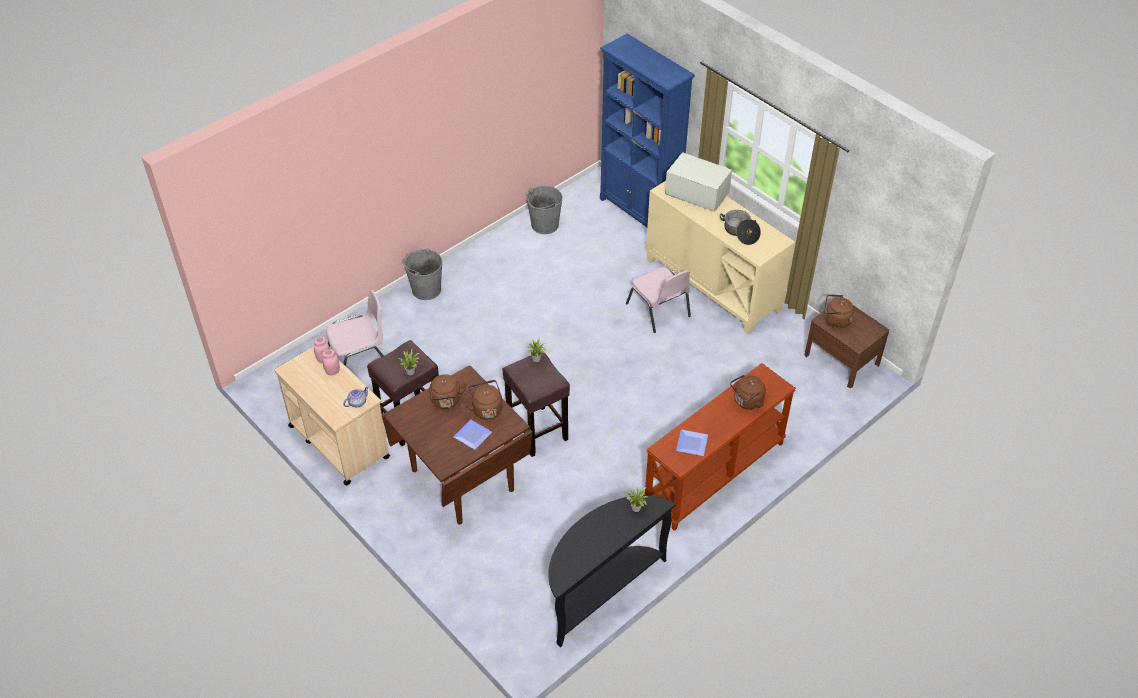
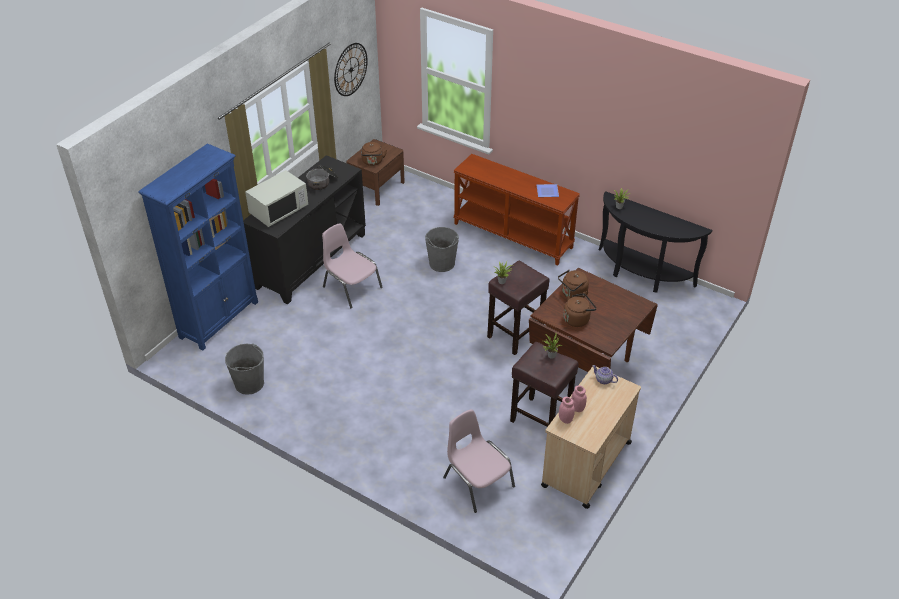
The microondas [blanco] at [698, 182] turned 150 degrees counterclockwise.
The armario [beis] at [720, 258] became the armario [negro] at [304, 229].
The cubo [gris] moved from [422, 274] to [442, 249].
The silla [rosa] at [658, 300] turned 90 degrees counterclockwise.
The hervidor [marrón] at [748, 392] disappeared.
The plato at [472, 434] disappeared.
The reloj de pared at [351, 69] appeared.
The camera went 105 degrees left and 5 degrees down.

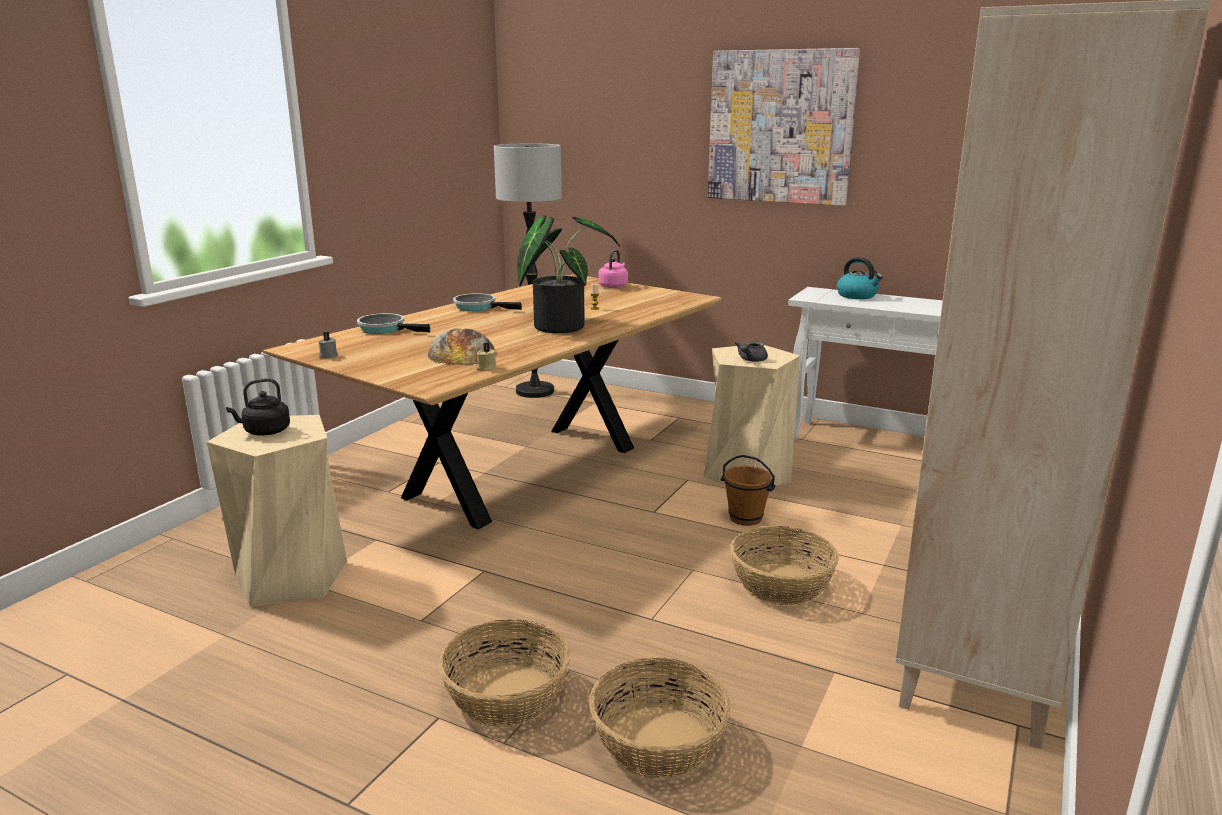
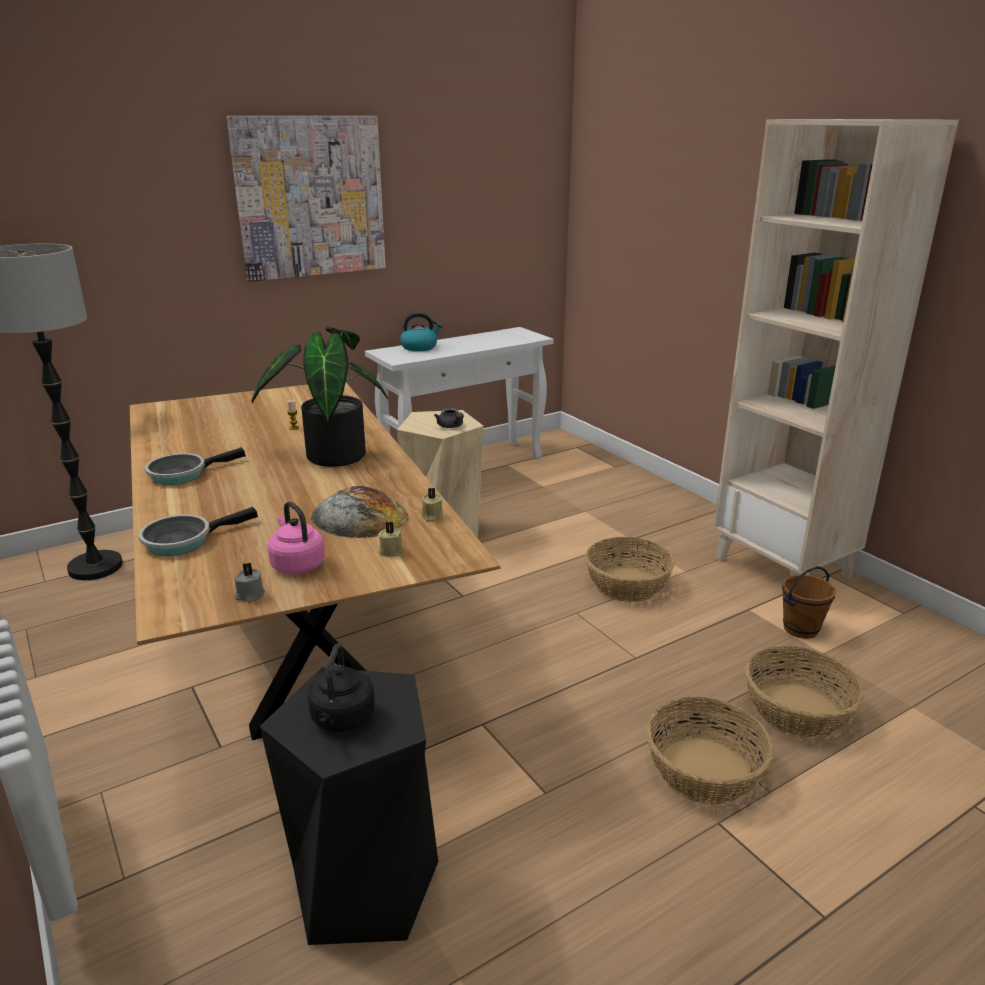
The hervidor [rosa] moved from [613, 269] to [296, 537].
The taburete [beis] at [277, 511] became the taburete [negro] at [349, 806].
The cubo [marrón] moved from [748, 490] to [809, 602].
The vela [beis] at [391, 539] appeared.
The camera went 60 degrees left and 5 degrees up.

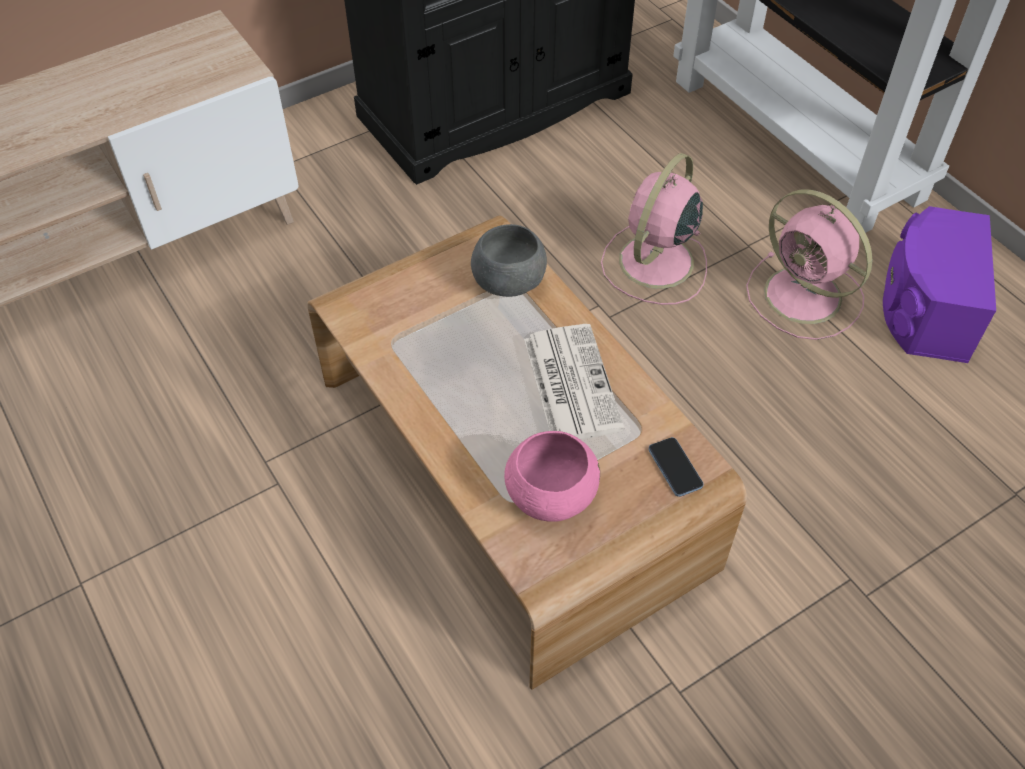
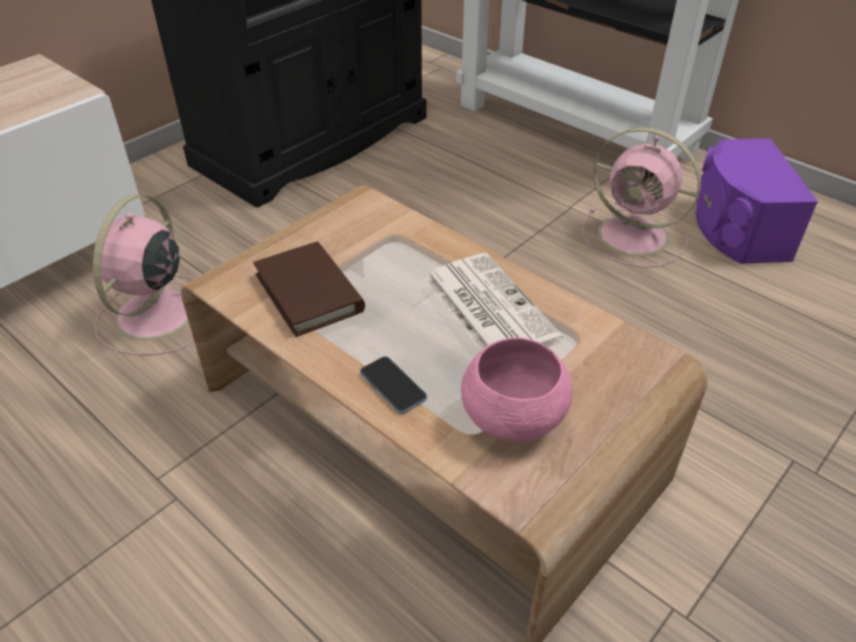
The ventilador [rosa] moved from [654, 229] to [144, 274].
The cuenco [gris] at [509, 260] disappeared.
The móvil moved from [676, 467] to [393, 385].
The libro [marrón] at [309, 289] appeared.
The camera went 15 degrees left and 10 degrees down.

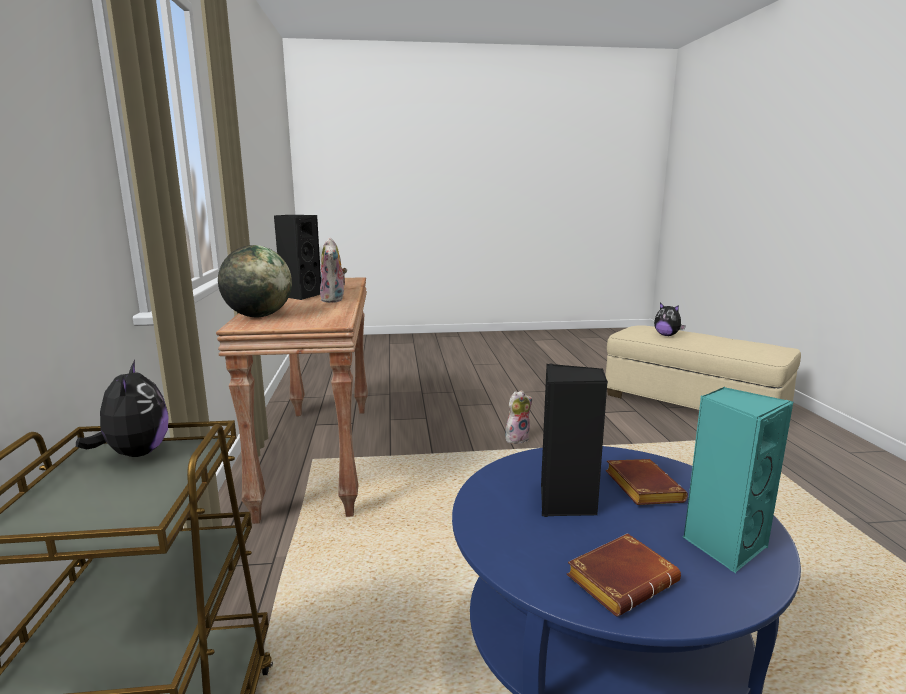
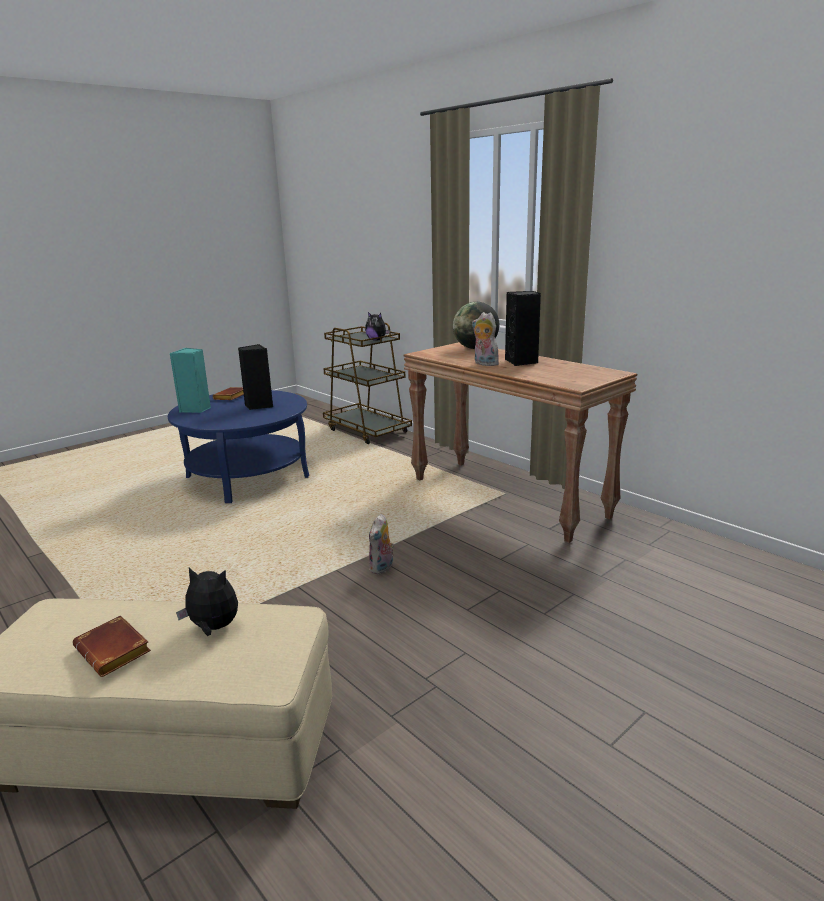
The libro [marrón] moved from [647, 482] to [112, 646].
The camera went 145 degrees right and 5 degrees up.

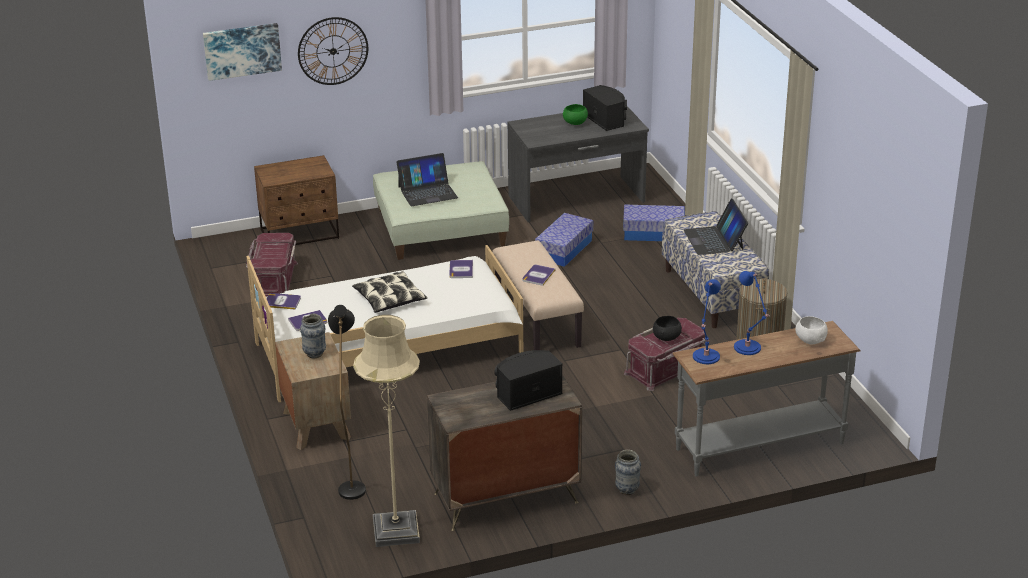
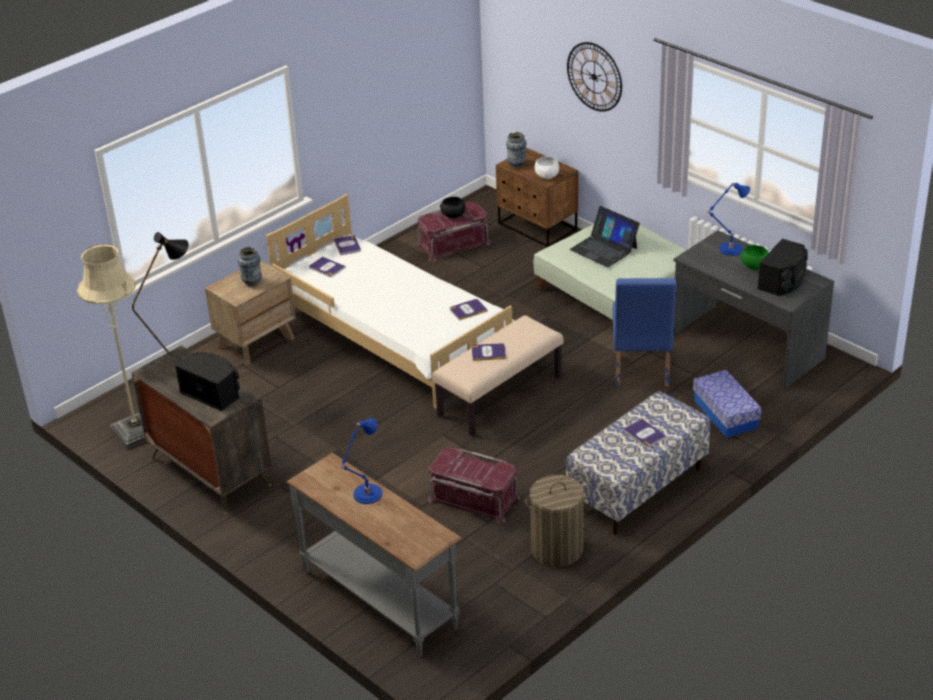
The cuadro at [242, 52] disappeared.
The portátil at [716, 226] was replaced by the libro at [645, 433].
The caja de almacenaje at [564, 240] was replaced by the silla [azul] at [644, 332].
The cojín at [389, 292] disappeared.
The lámpara de mesa [azul] moved from [707, 321] to [729, 219].
The cuenco [negro] moved from [667, 328] to [452, 207].
The cuenco [blanco] moved from [811, 330] to [547, 167].
The florero moved from [628, 472] to [516, 150].
The camera went 65 degrees right and 5 degrees up.

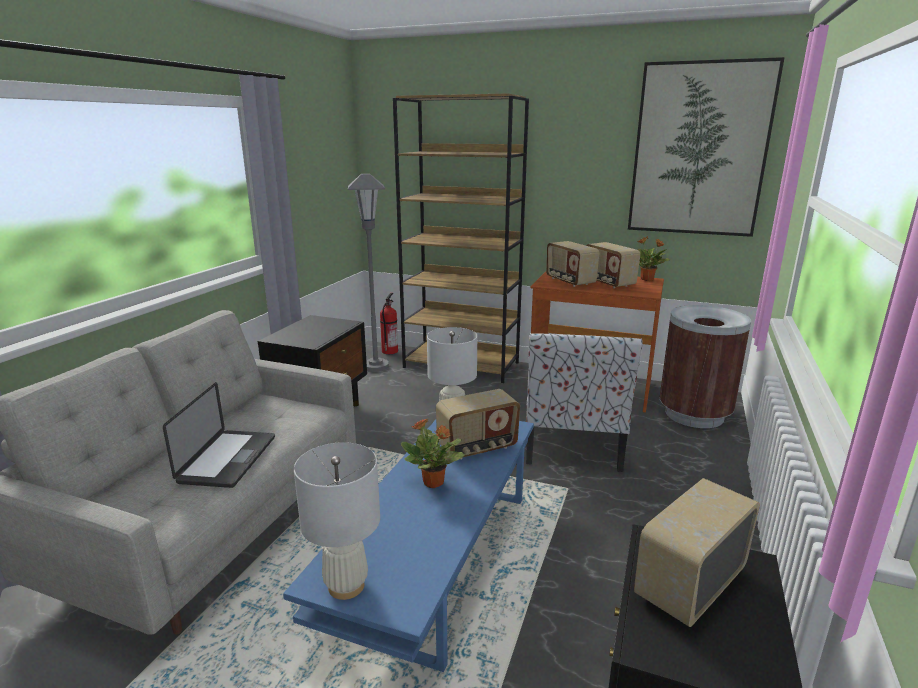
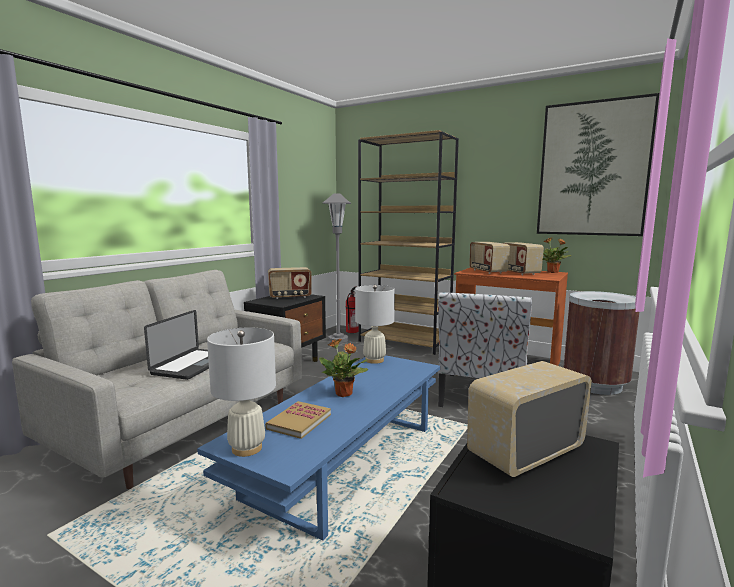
The radio moved from [478, 424] to [290, 283].
The libro at [298, 420] appeared.
The camera went 10 degrees right and 10 degrees down.

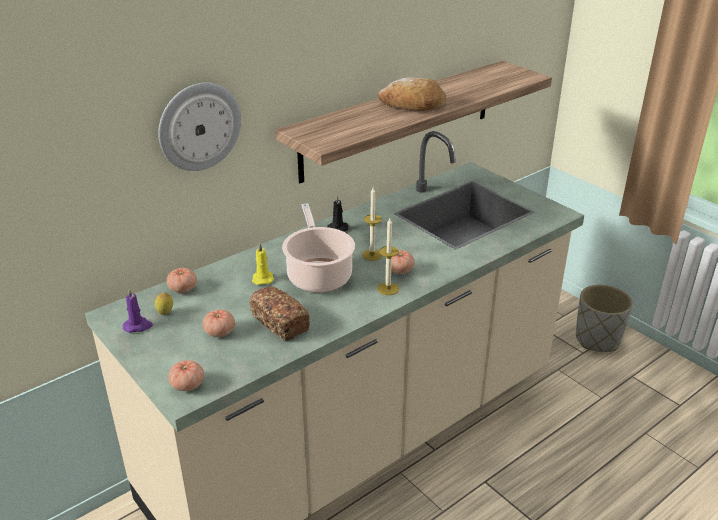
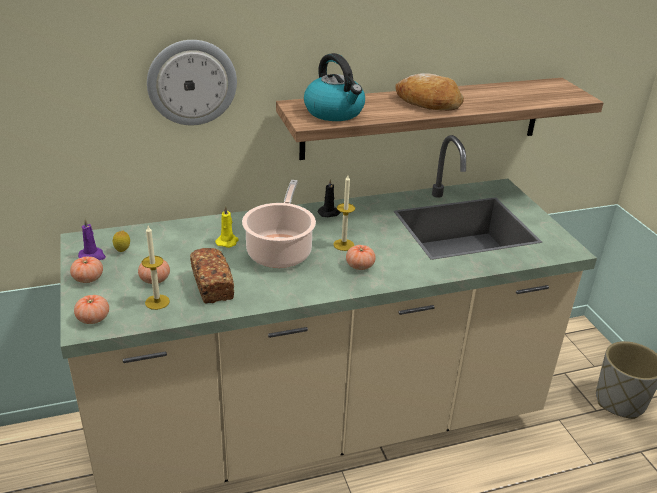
The vela moved from [388, 256] to [156, 268].
The tomate moved from [181, 280] to [86, 269].
The hervidor at [334, 87] appeared.
The camera went 20 degrees right and 0 degrees up.

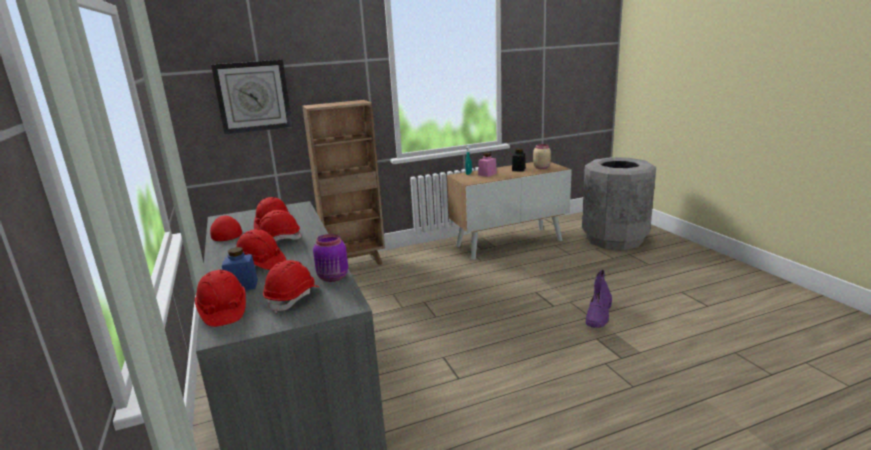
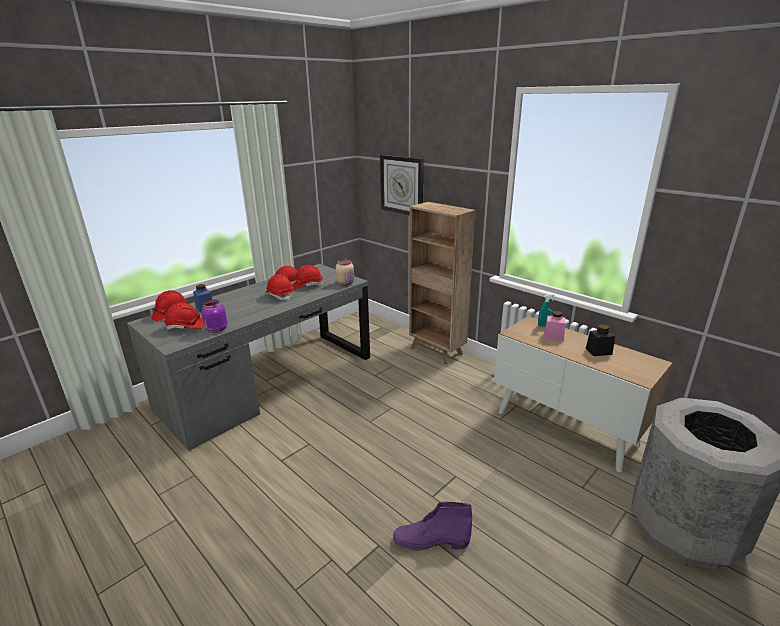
The tarro [beis] moved from [542, 156] to [345, 272].
The casco [rojo] at [261, 249] disappeared.
The camera went 65 degrees right and 5 degrees up.

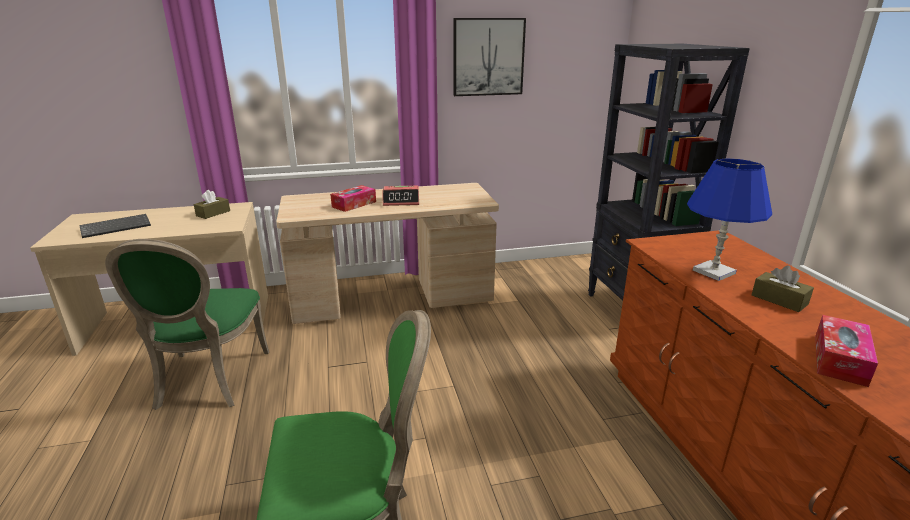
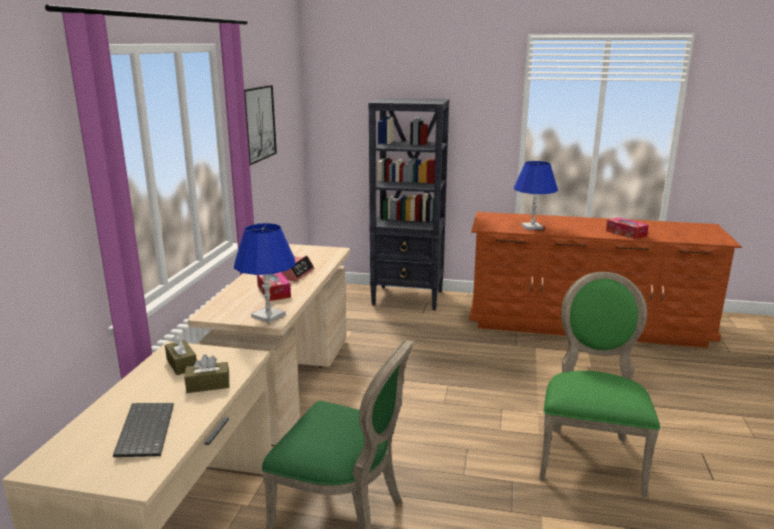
The caja de pañuelos [marrón] moved from [783, 289] to [207, 373].
The lámpara de mesa [azul] at [265, 273] appeared.
The camera went 65 degrees left and 5 degrees down.

